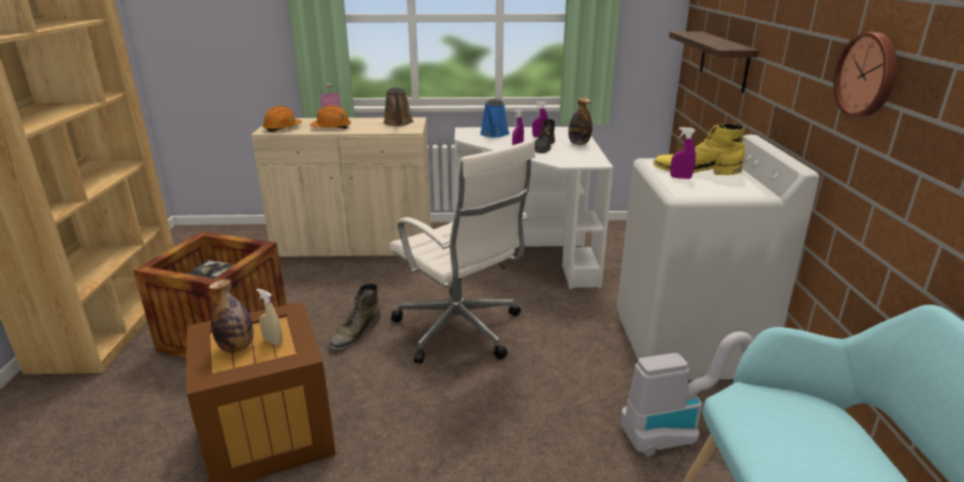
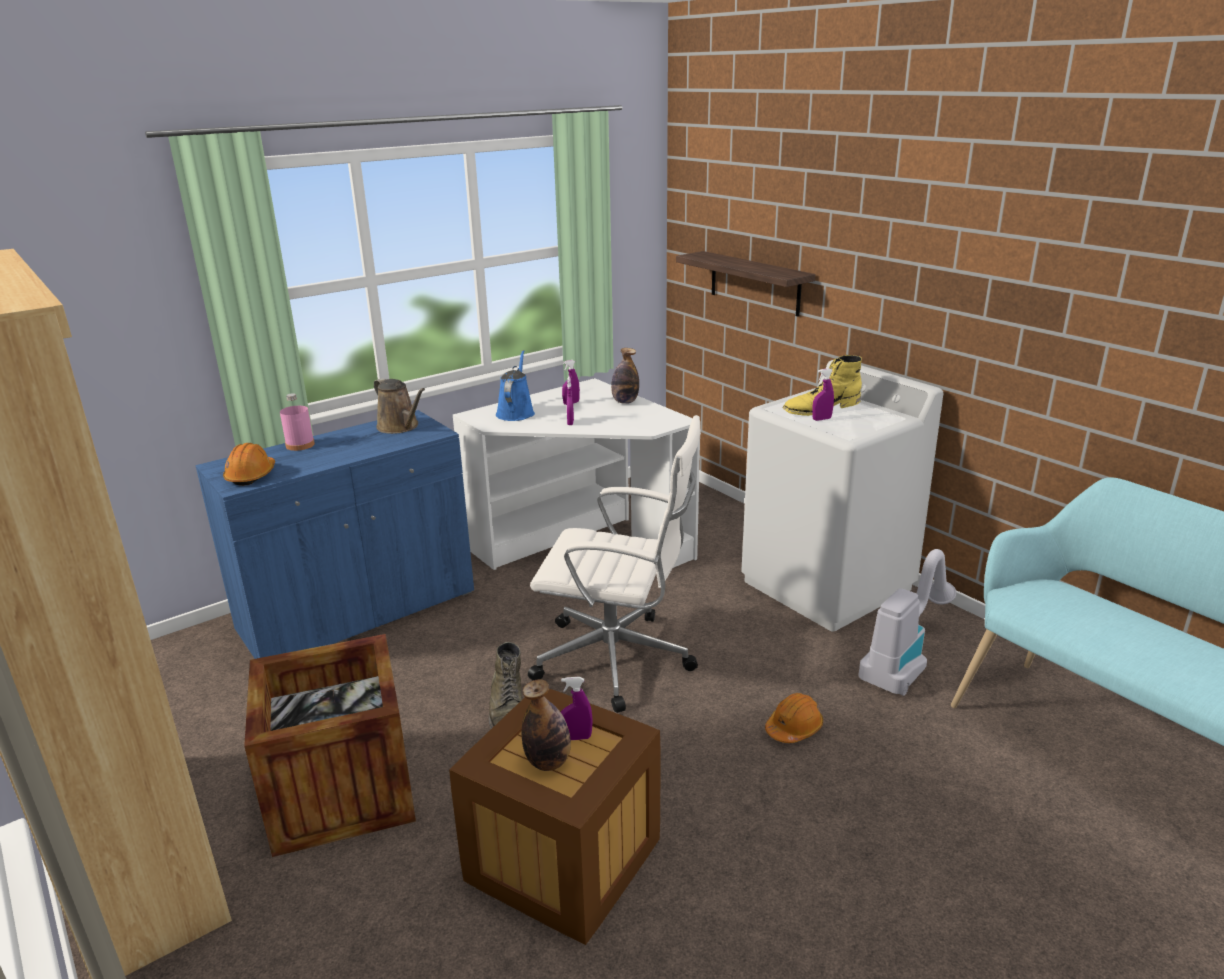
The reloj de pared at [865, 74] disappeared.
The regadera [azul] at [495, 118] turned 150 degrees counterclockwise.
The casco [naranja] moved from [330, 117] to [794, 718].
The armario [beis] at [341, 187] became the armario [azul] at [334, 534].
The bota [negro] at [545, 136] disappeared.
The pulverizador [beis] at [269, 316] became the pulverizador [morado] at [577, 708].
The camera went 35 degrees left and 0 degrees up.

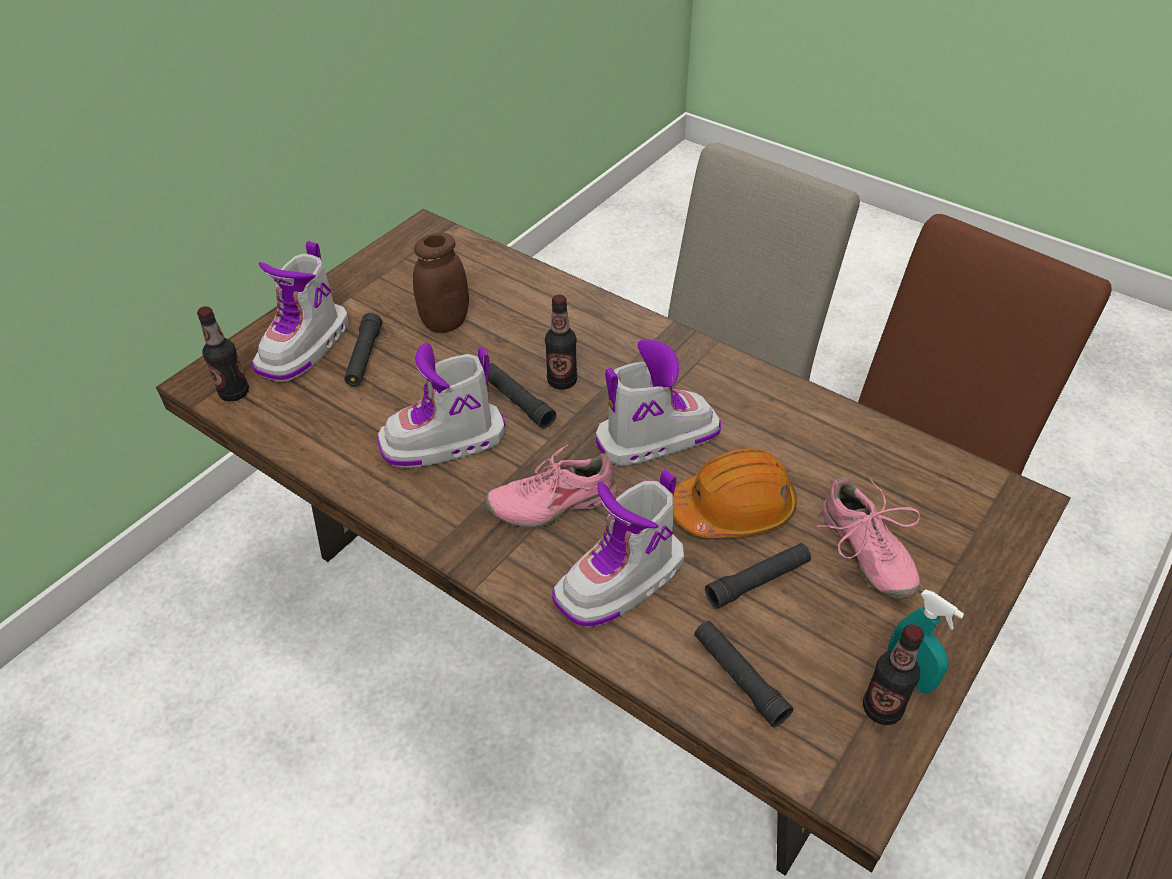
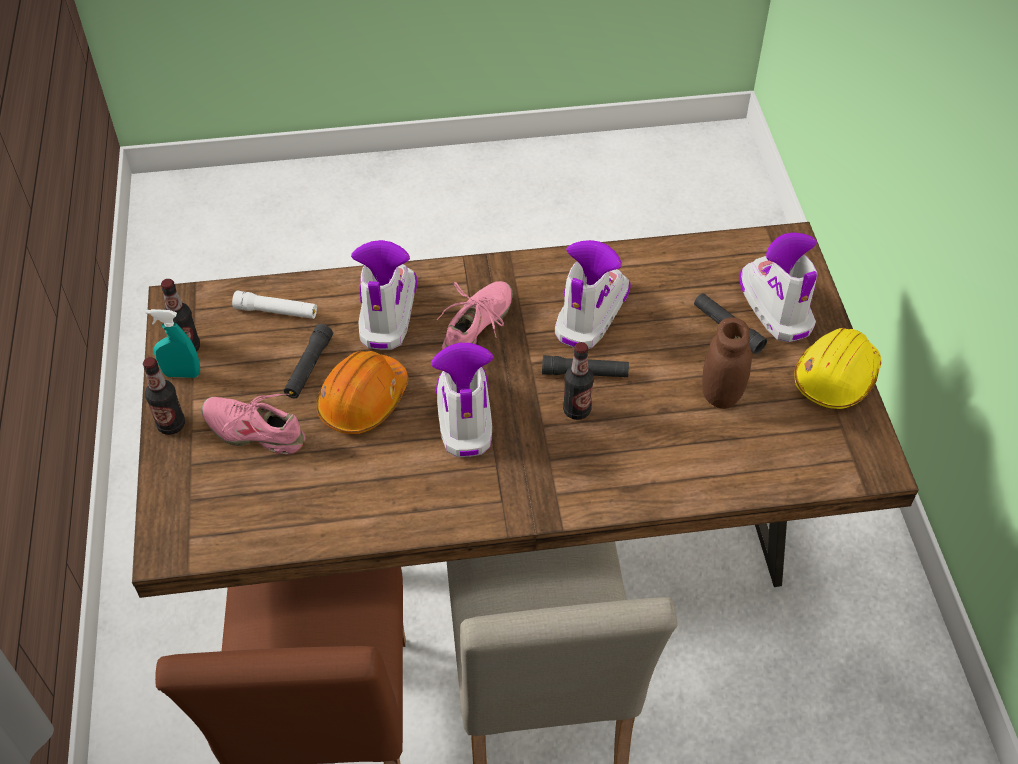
The botella moved from [223, 353] to [164, 396].
The bota at [659, 402] turned 150 degrees clockwise.
The linterna [negro] at [743, 674] became the linterna [blanco] at [274, 304].
The casco [amarillo] at [838, 368] appeared.
The camera went 135 degrees right and 5 degrees up.

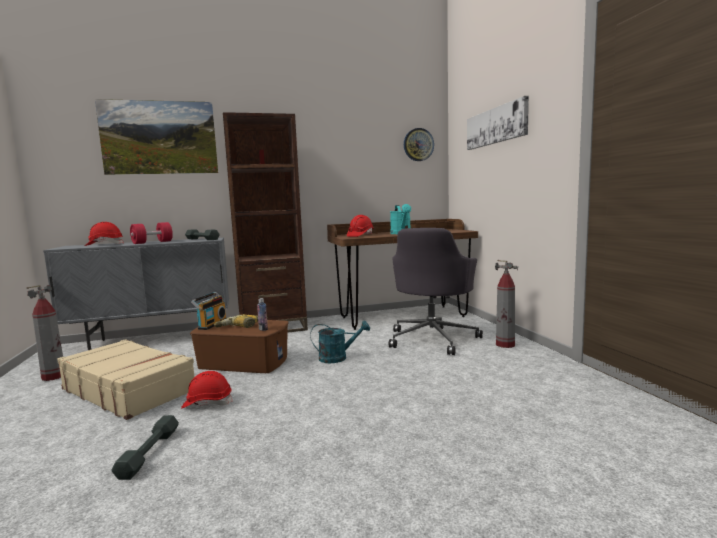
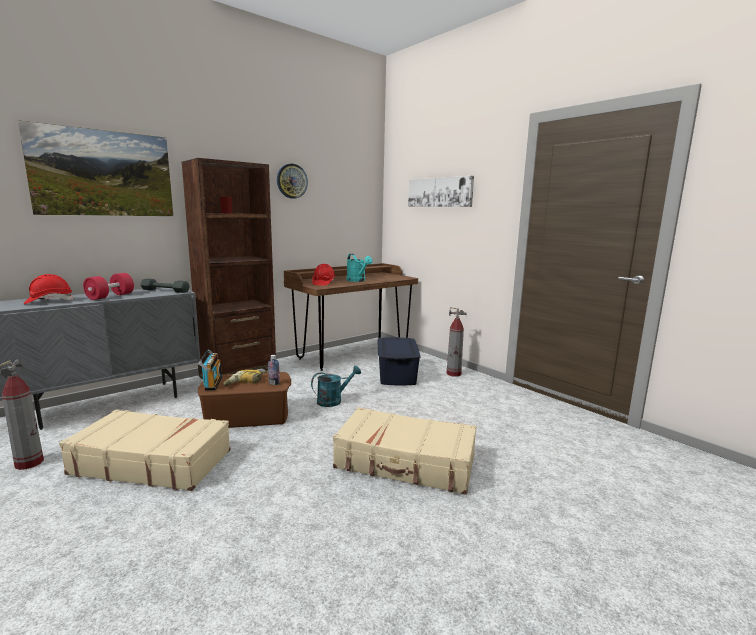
The reloj de pared moved from [419, 144] to [292, 181].
The silla de oficina [gris] at [436, 291] was replaced by the caja de almacenaje [azul] at [399, 361].
The casco [rojo] at [207, 389] disappeared.
The mancuerna [gris] at [145, 447] disappeared.
The maleta [beis] at [404, 451] appeared.
The camera went 25 degrees left and 5 degrees up.

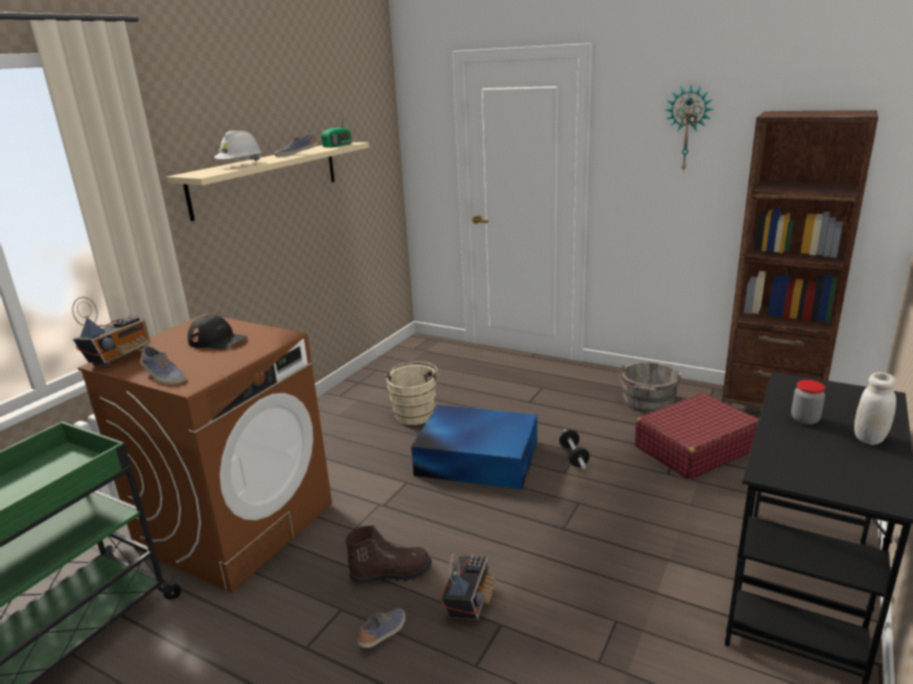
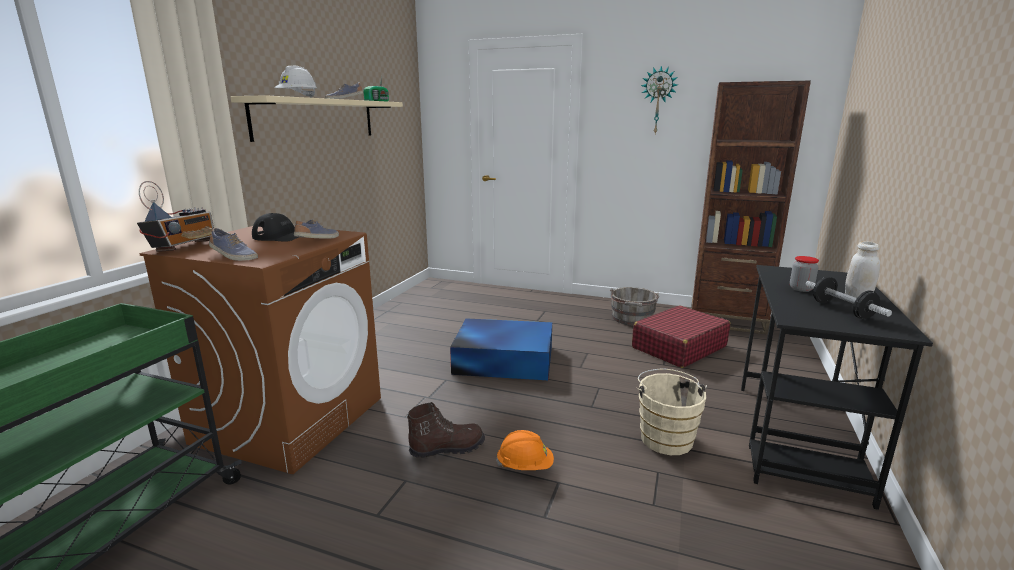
The cubo [beis] moved from [412, 393] to [672, 412].
The mancuerna moved from [574, 449] to [848, 298].
The radio at [468, 587] was replaced by the casco [naranja] at [525, 450].
The zapato moved from [382, 628] to [316, 229].
The camera went 10 degrees left and 5 degrees down.

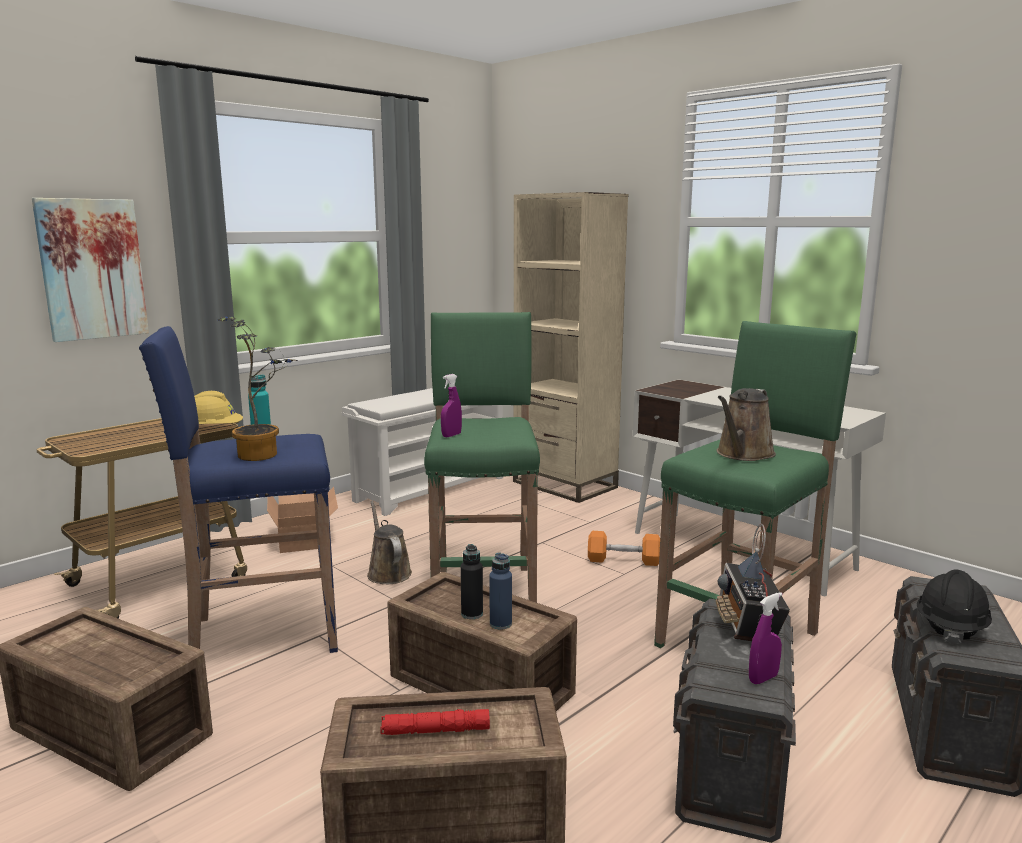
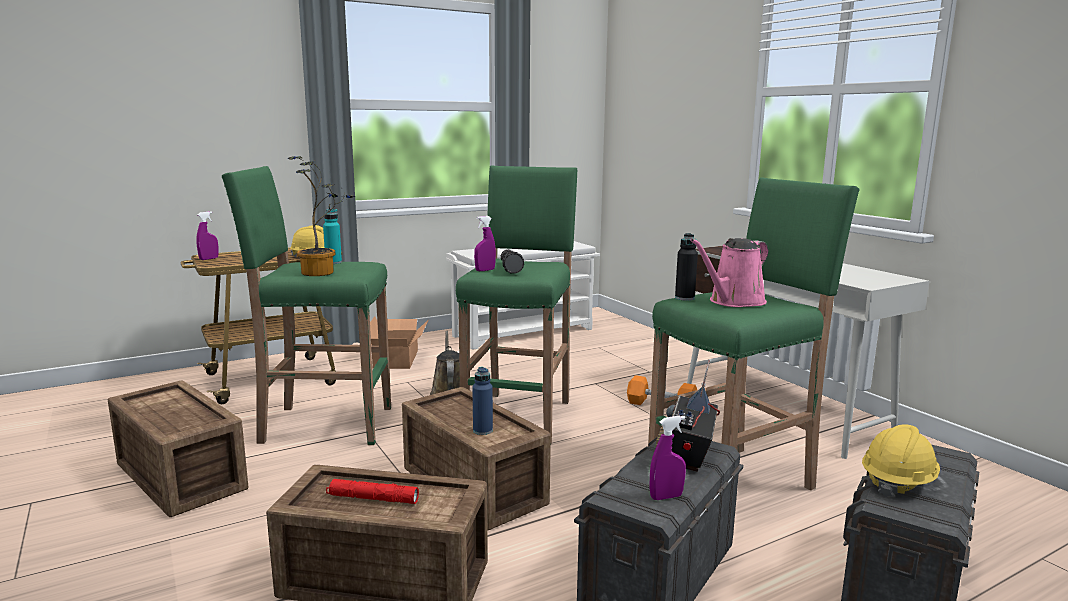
The estantería [beis] at [571, 347] disappeared.
The cuadro at [90, 270] disappeared.
The taburete [azul] at [238, 489] became the taburete [verde] at [306, 305].
The regadera [marrón] at [746, 424] became the regadera [rosa] at [729, 272].
The botella [negro] moved from [471, 581] to [686, 267].
The casco [negro] at [954, 607] became the casco [amarillo] at [901, 460].
The pulverizador [morado] at [207, 235] appeared.
The linterna at [512, 261] appeared.
The camera went 15 degrees right and 0 degrees up.

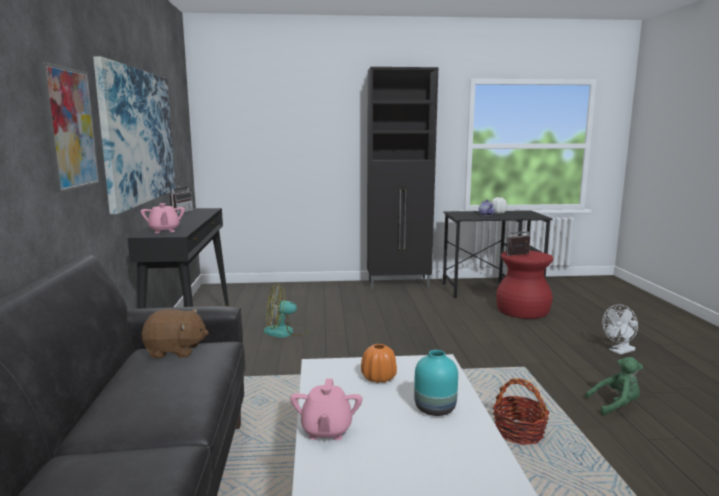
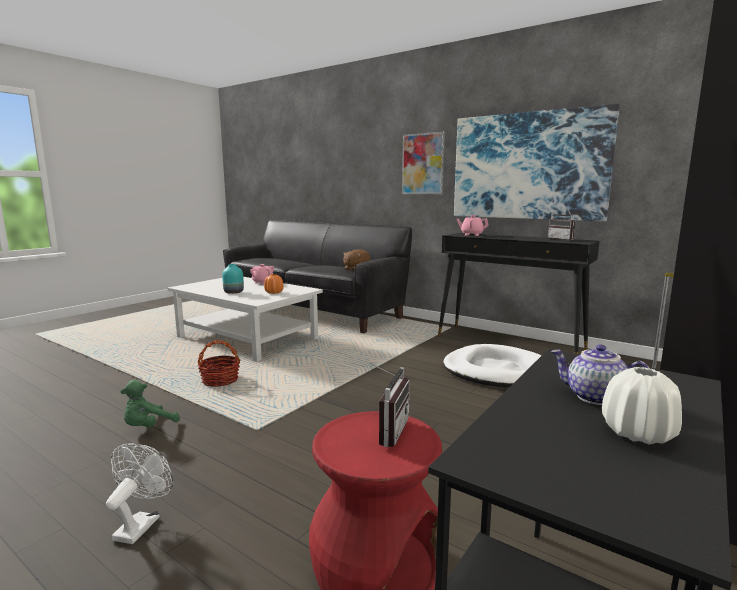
The ventilador at [286, 311] was replaced by the cama para perro [blanco] at [492, 365].
The camera went 130 degrees right and 0 degrees up.

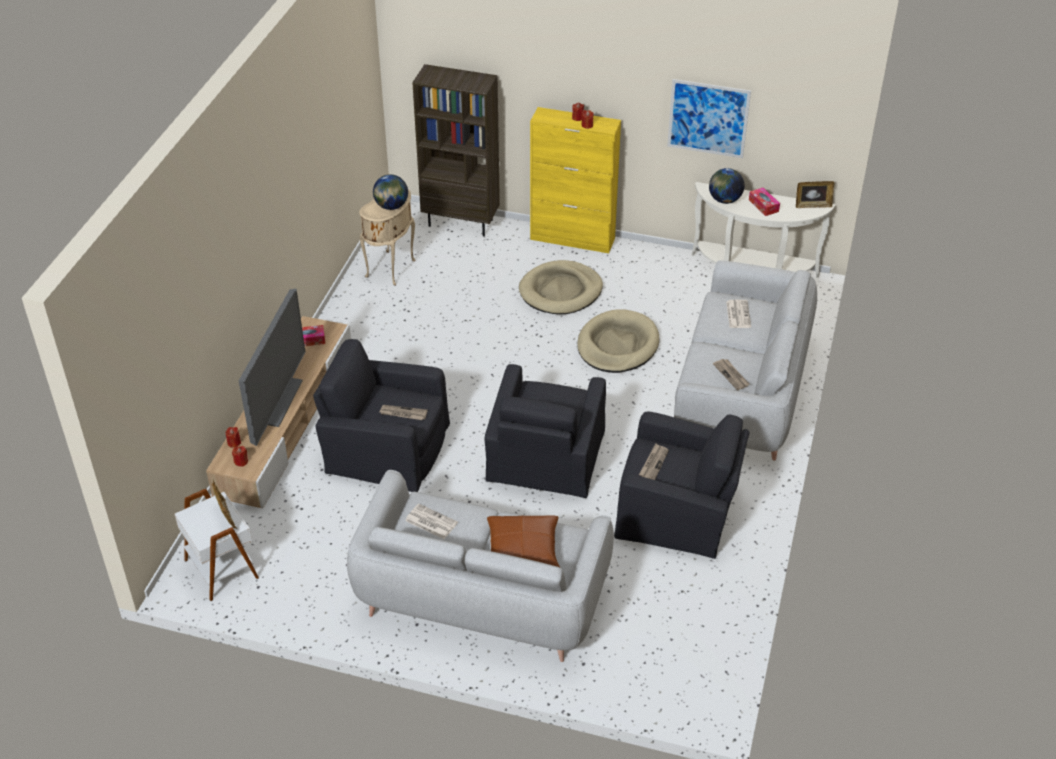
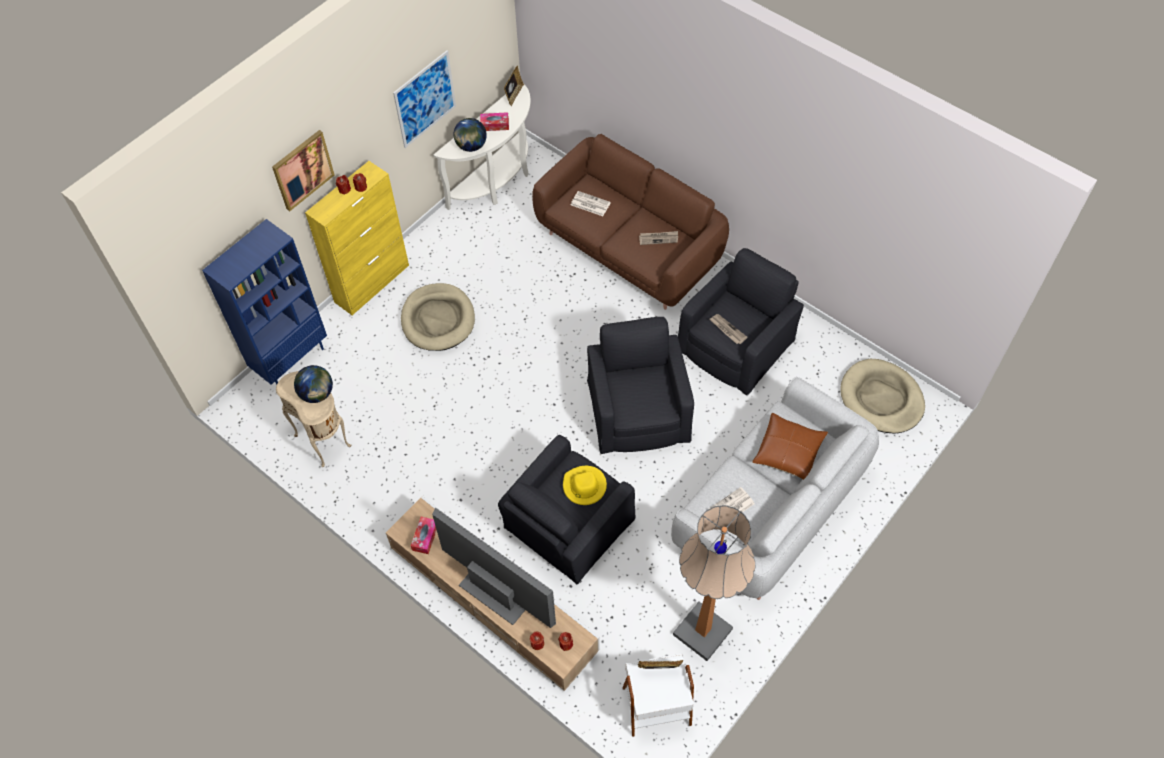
The estantería [marrón] at [456, 150] became the estantería [azul] at [264, 302].
The sofá [gris] at [745, 360] became the sofá [marrón] at [630, 222].
The cama para perro [beis] moved from [618, 341] to [882, 396].
The sillón [negro] at [545, 431] turned 135 degrees counterclockwise.
The periódico at [404, 412] was replaced by the sombrero [amarillo] at [585, 485].
The cuadro at [303, 170] appeared.
The lámpara de pie at [714, 583] appeared.
The camera went 65 degrees left and 15 degrees up.

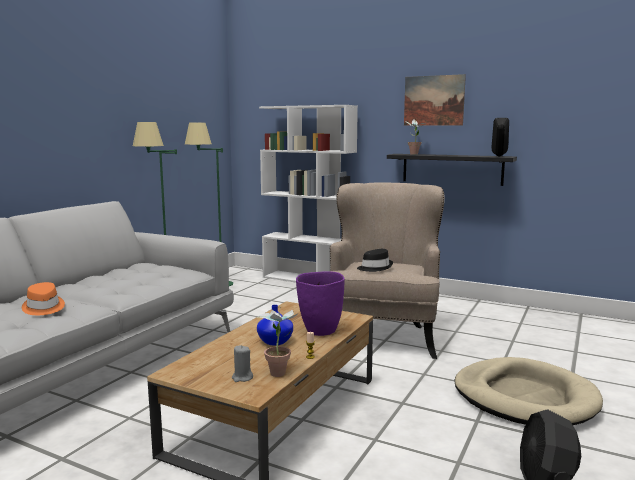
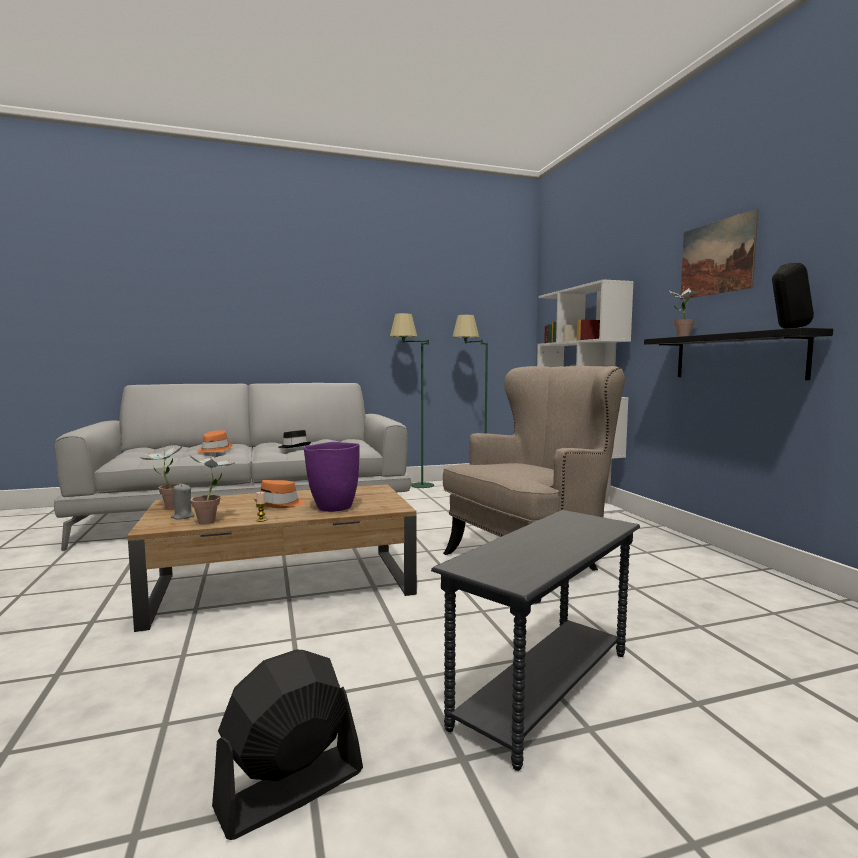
The sombrero [negro] moved from [375, 260] to [294, 439].
The florero [azul] at [275, 325] was replaced by the sombrero [naranja] at [279, 494].
The cama para perro [beis] at [528, 391] was replaced by the mesa auxiliar [gris] at [535, 640].
The planta en maceta at [162, 477] appeared.
The camera went 45 degrees right and 5 degrees down.

